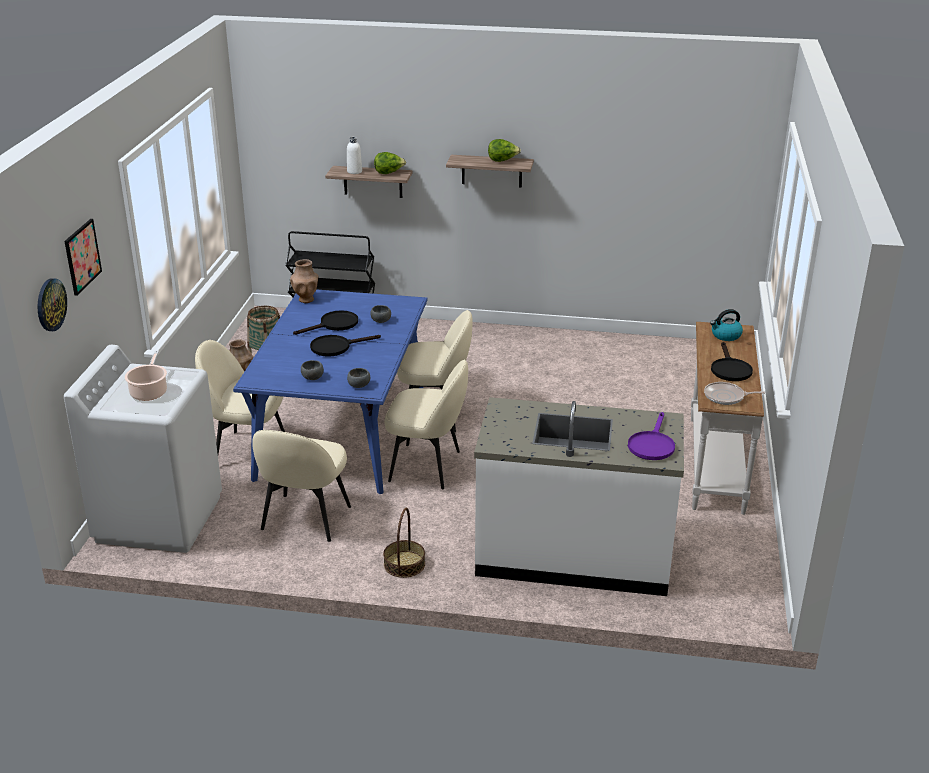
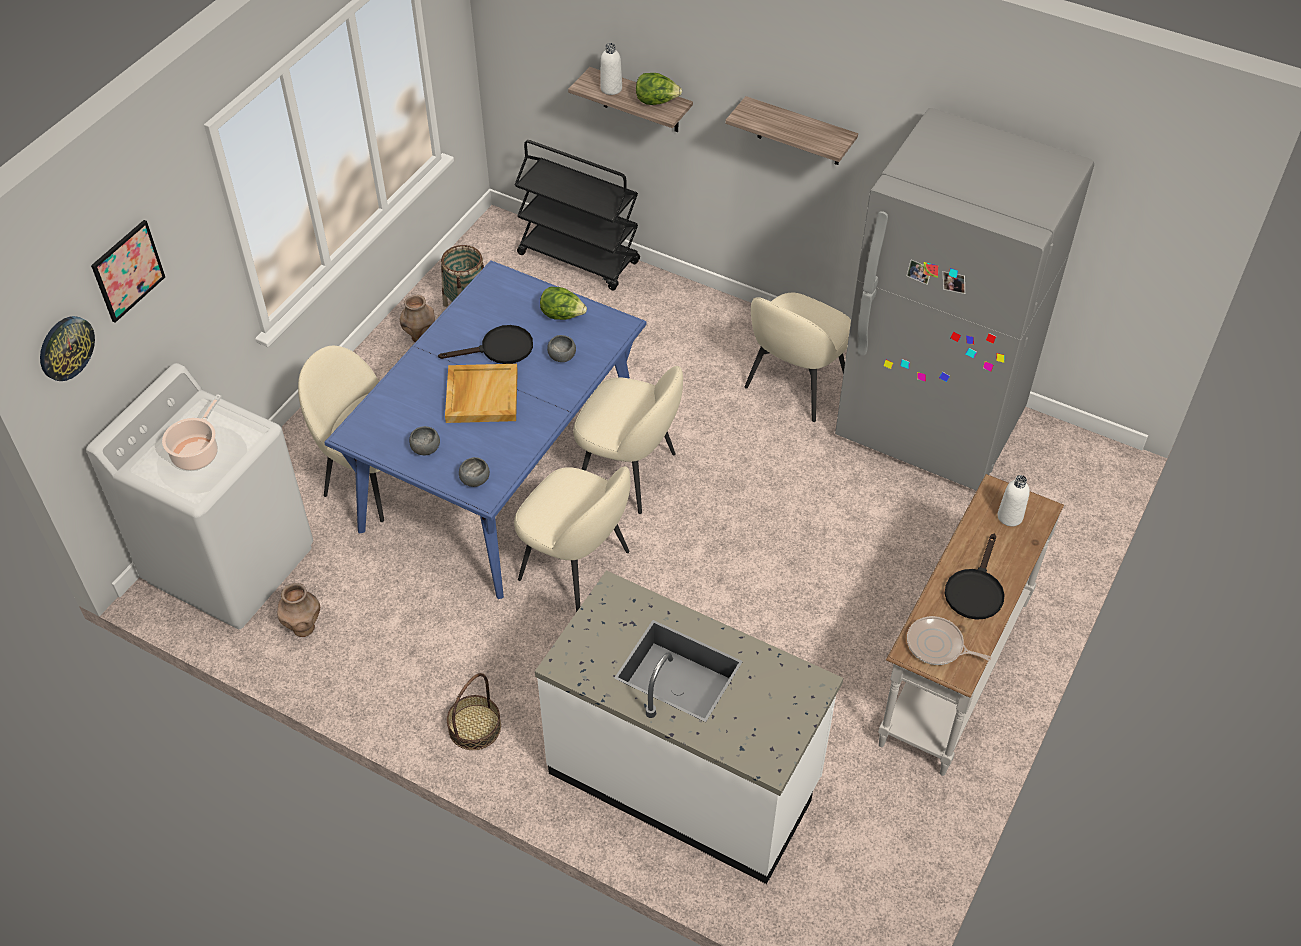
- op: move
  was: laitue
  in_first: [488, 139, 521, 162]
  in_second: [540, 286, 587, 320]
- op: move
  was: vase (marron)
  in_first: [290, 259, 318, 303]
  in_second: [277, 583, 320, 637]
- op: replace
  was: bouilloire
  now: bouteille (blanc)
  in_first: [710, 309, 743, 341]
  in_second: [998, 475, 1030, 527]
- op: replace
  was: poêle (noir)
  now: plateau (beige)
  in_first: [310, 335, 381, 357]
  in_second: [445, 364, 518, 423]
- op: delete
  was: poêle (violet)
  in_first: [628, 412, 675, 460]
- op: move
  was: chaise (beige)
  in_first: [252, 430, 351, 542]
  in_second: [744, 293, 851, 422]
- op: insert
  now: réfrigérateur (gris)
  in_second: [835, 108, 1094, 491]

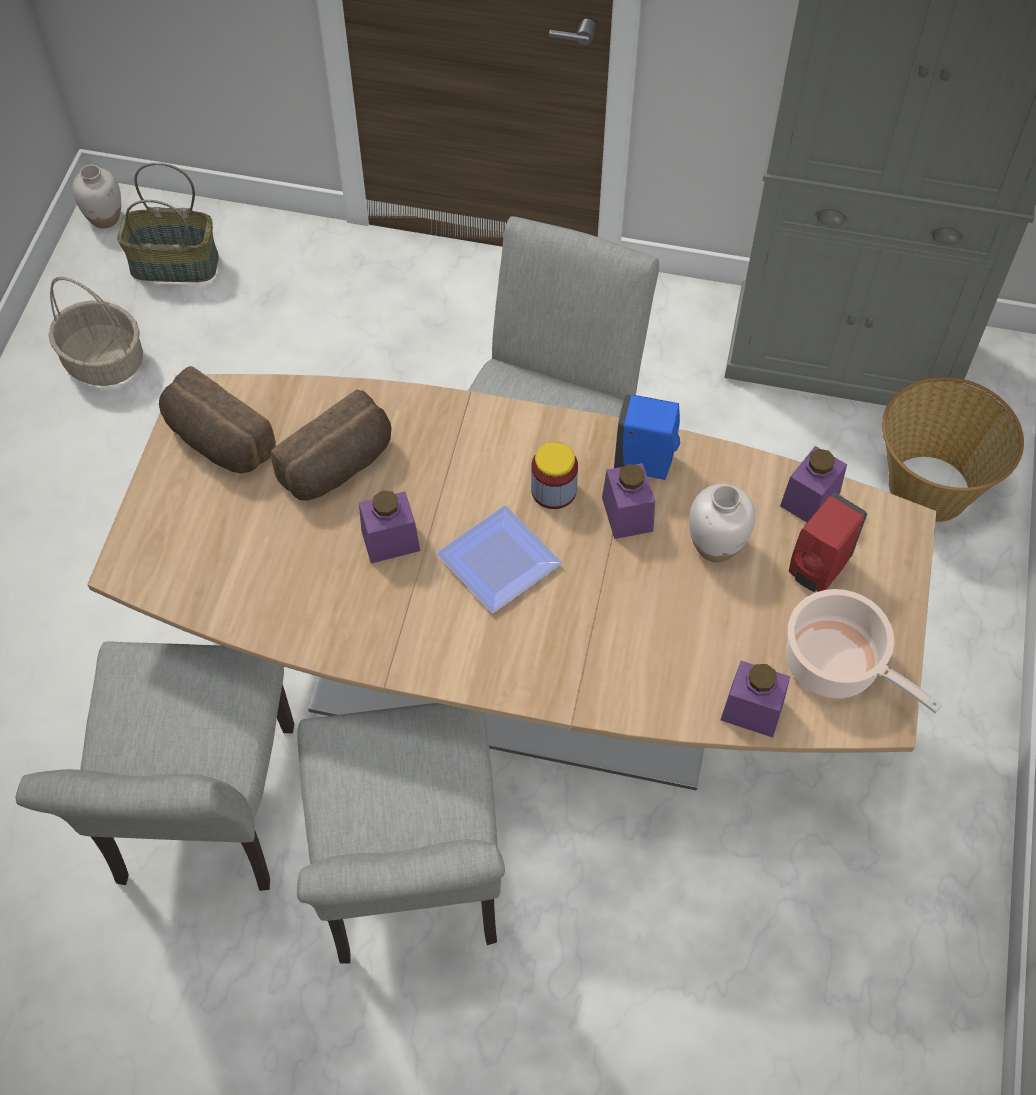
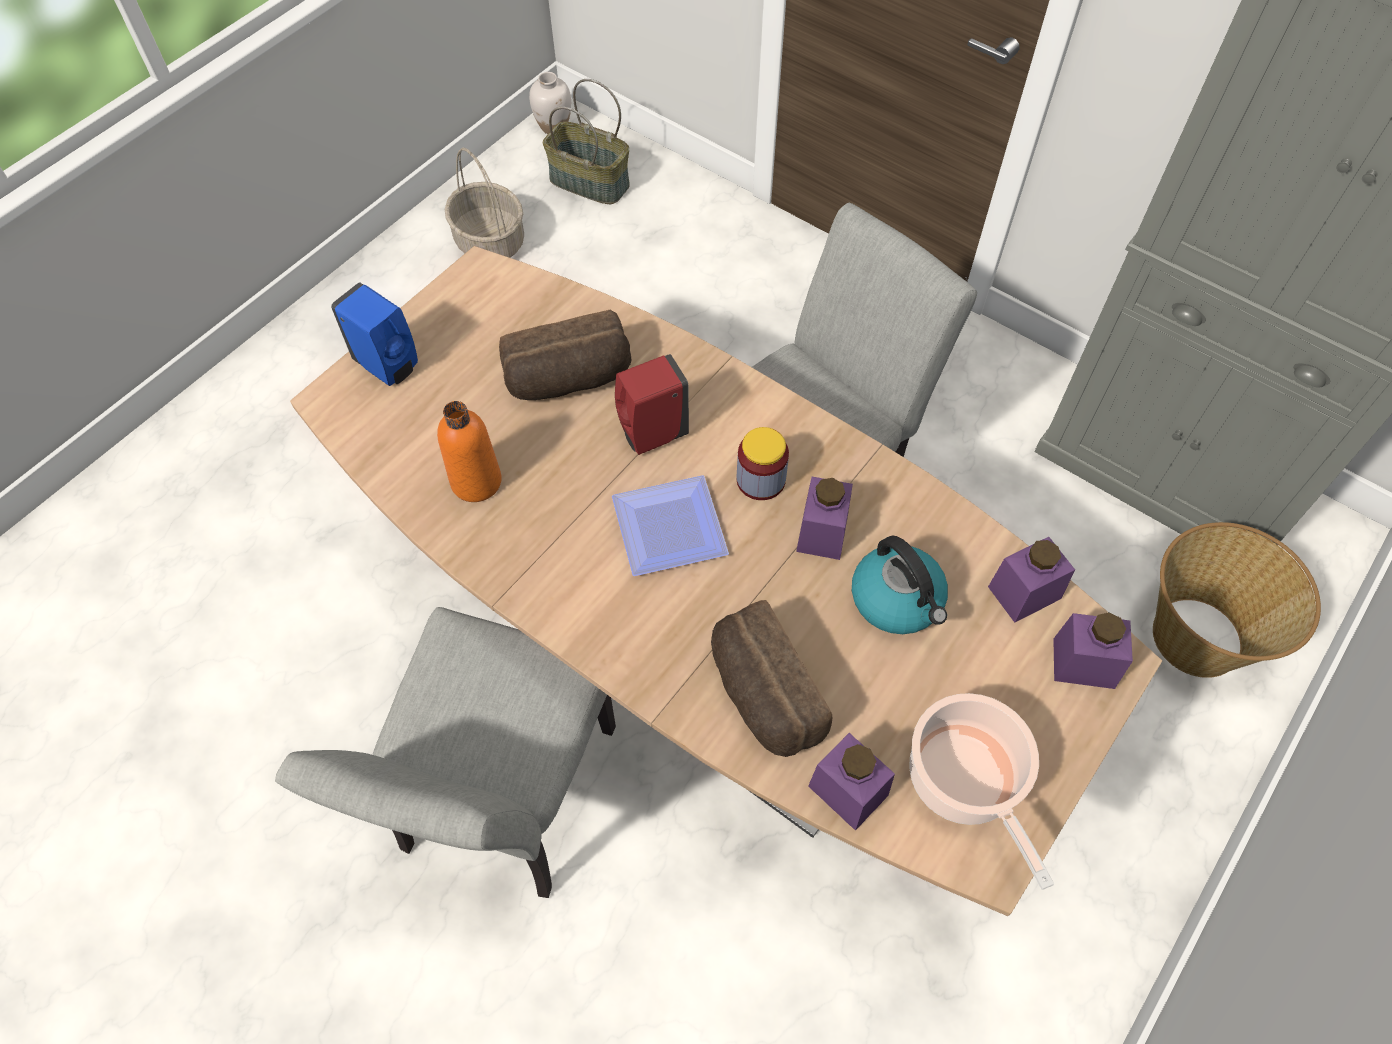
- op: move
  was: pain
  in_first: [159, 366, 276, 473]
  in_second: [711, 600, 832, 757]
- op: move
  was: distributeur de savon (bleu)
  in_first: [614, 394, 680, 480]
  in_second: [331, 283, 418, 386]
- op: replace
  was: vase (blanc)
  now: bouilloire
  in_first: [689, 484, 755, 563]
  in_second: [852, 535, 948, 634]
- op: move
  was: bocal (violet)
  in_first: [359, 491, 420, 563]
  in_second: [1053, 612, 1133, 689]
- op: move
  was: distributeur de savon (rouge)
  in_first: [789, 493, 867, 592]
  in_second: [615, 354, 689, 455]
- op: delete
  was: chaise (gris)
  in_first: [16, 641, 294, 891]
- op: insert
  now: bouteille (orange)
  in_second: [437, 401, 502, 502]

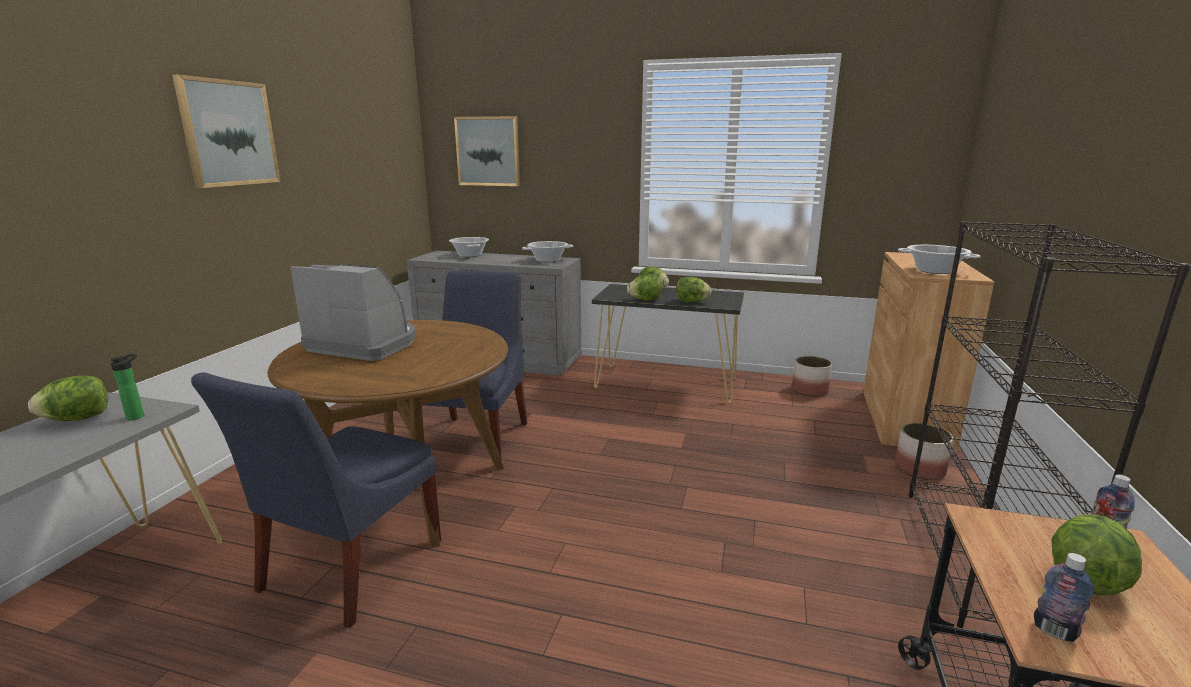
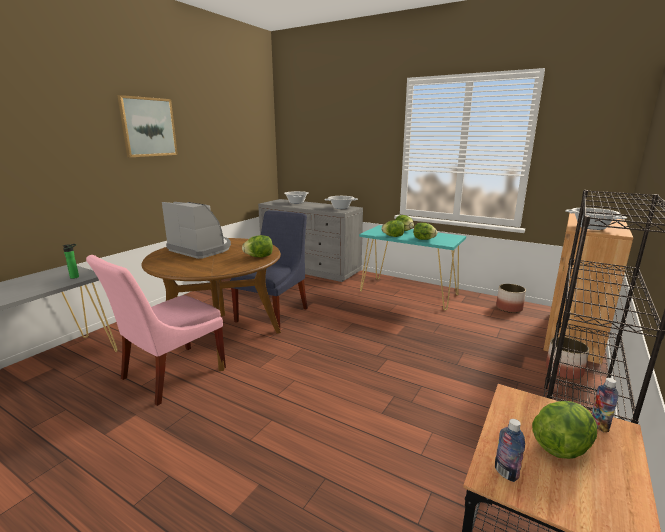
- op: delete
  was: tableau
  in_first: [454, 116, 520, 186]
- op: recolor
  was: table console (noir)
  now: table console (turquoise)
  in_first: [592, 284, 744, 403]
  in_second: [359, 225, 466, 310]
- op: recolor
  was: chaise (bleu)
  now: chaise (rose)
  in_first: [191, 372, 441, 628]
  in_second: [86, 255, 226, 406]
- op: move
  was: laitue
  in_first: [28, 375, 108, 421]
  in_second: [242, 235, 273, 257]

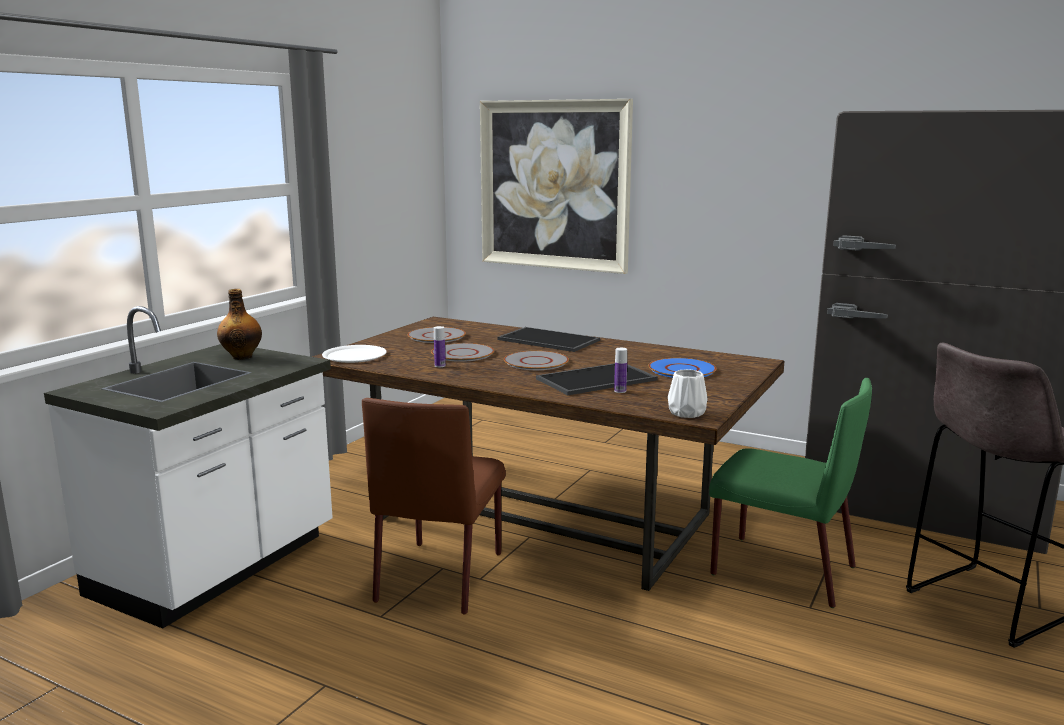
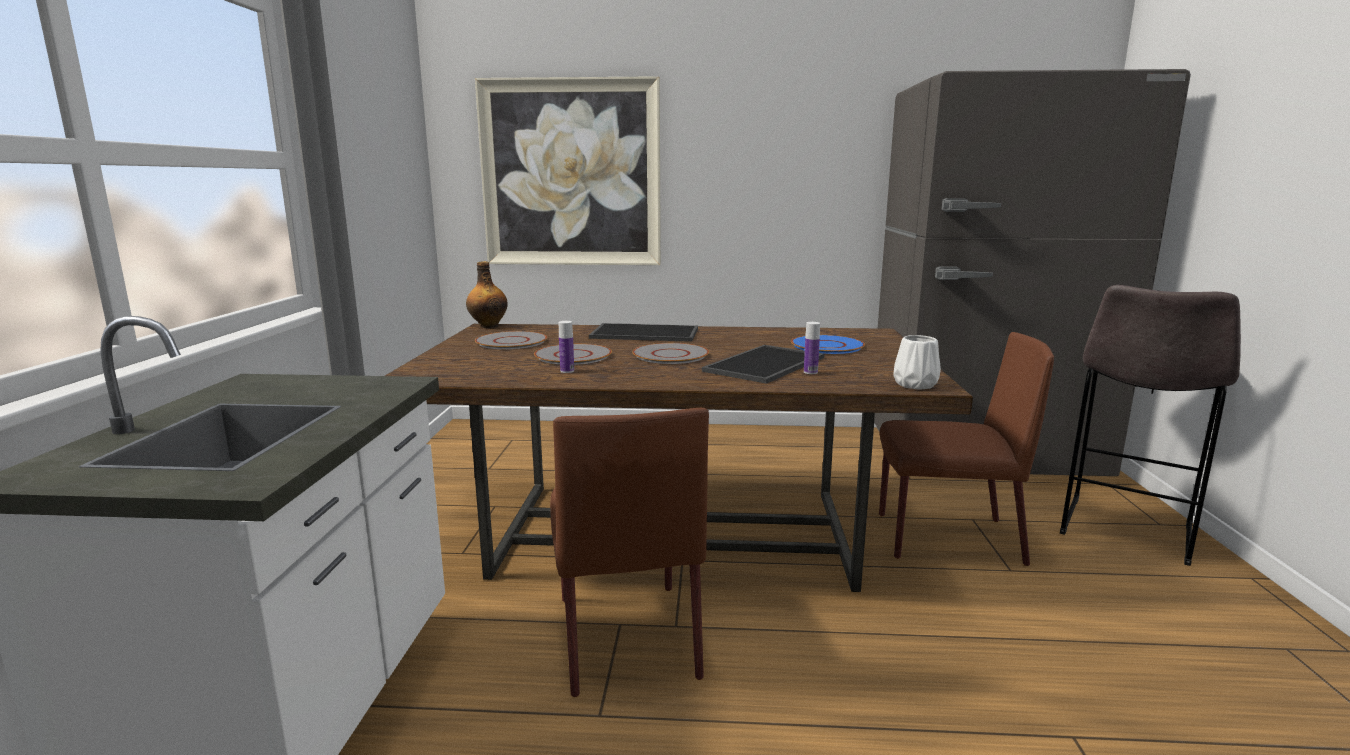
- op: move
  was: bouteille
  in_first: [217, 289, 262, 360]
  in_second: [466, 261, 508, 328]
- op: delete
  was: assiette (blanc)
  in_first: [322, 345, 387, 363]
- op: recolor
  was: chaise (vert)
  now: chaise (marron)
  in_first: [709, 378, 872, 608]
  in_second: [879, 332, 1054, 566]

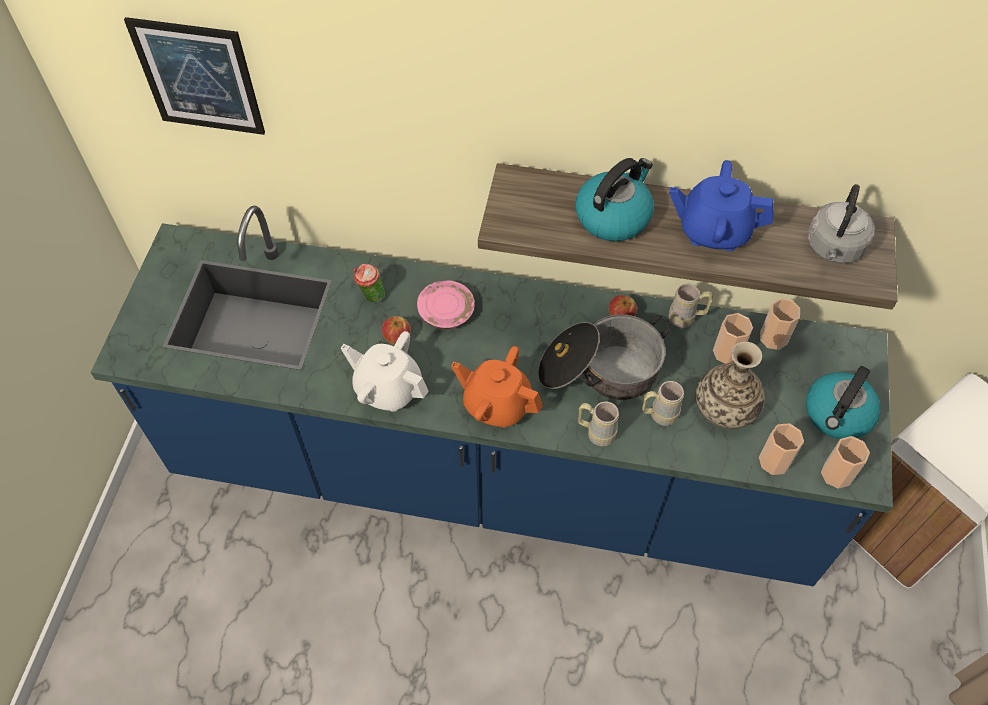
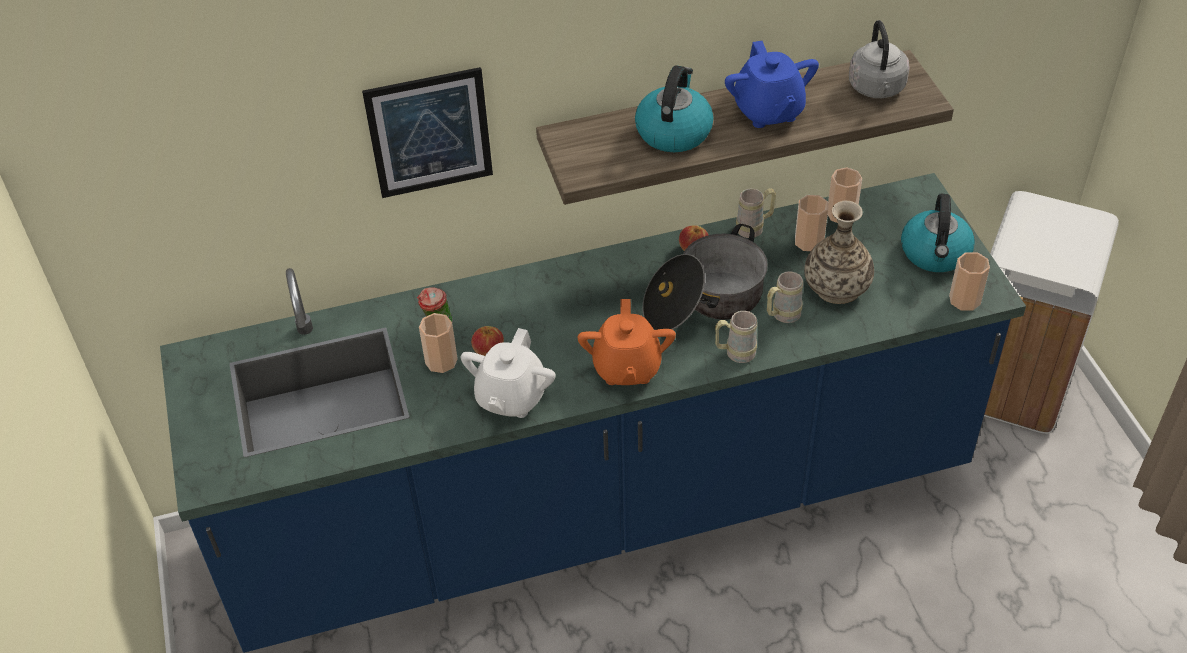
- op: move
  was: tableau
  in_first: [124, 17, 265, 135]
  in_second: [362, 67, 493, 198]
- op: rotate
  was: théière (bleu)
  in_first: [669, 160, 774, 251]
  in_second: [725, 41, 819, 128]
  clockwise: -90
- op: delete
  was: assiette (rose)
  in_first: [417, 280, 475, 329]
- op: rotate
  was: théière (blanc)
  in_first: [341, 331, 429, 412]
  in_second: [461, 328, 555, 418]
  clockwise: -75
- op: rotate
  was: théière (orange)
  in_first: [451, 346, 543, 428]
  in_second: [577, 299, 676, 385]
  clockwise: -90
- op: move
  was: tasse
  in_first: [759, 423, 804, 475]
  in_second: [419, 313, 458, 373]

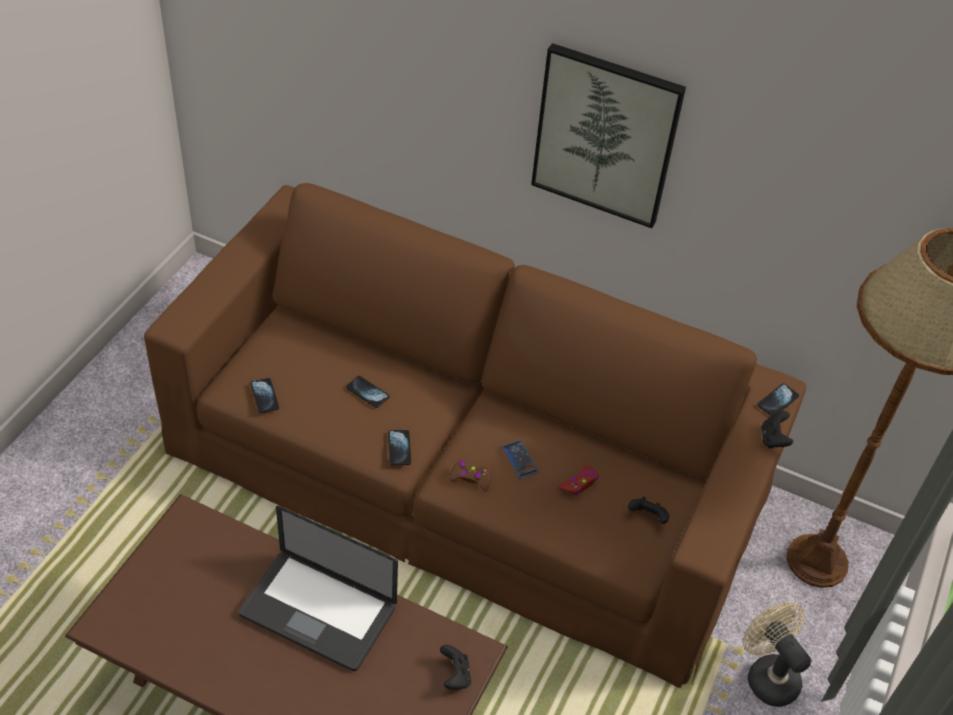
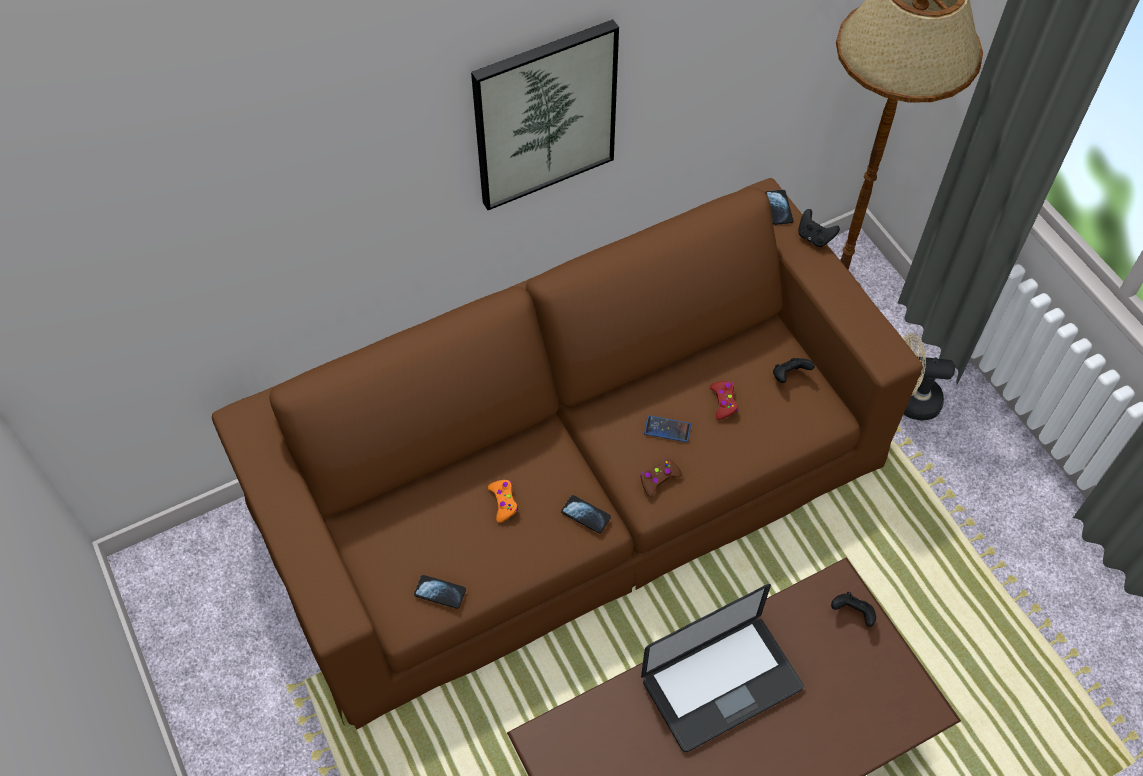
- op: replace
  was: téléphone
  now: manette (orange)
  in_first: [346, 376, 389, 408]
  in_second: [488, 480, 518, 523]

